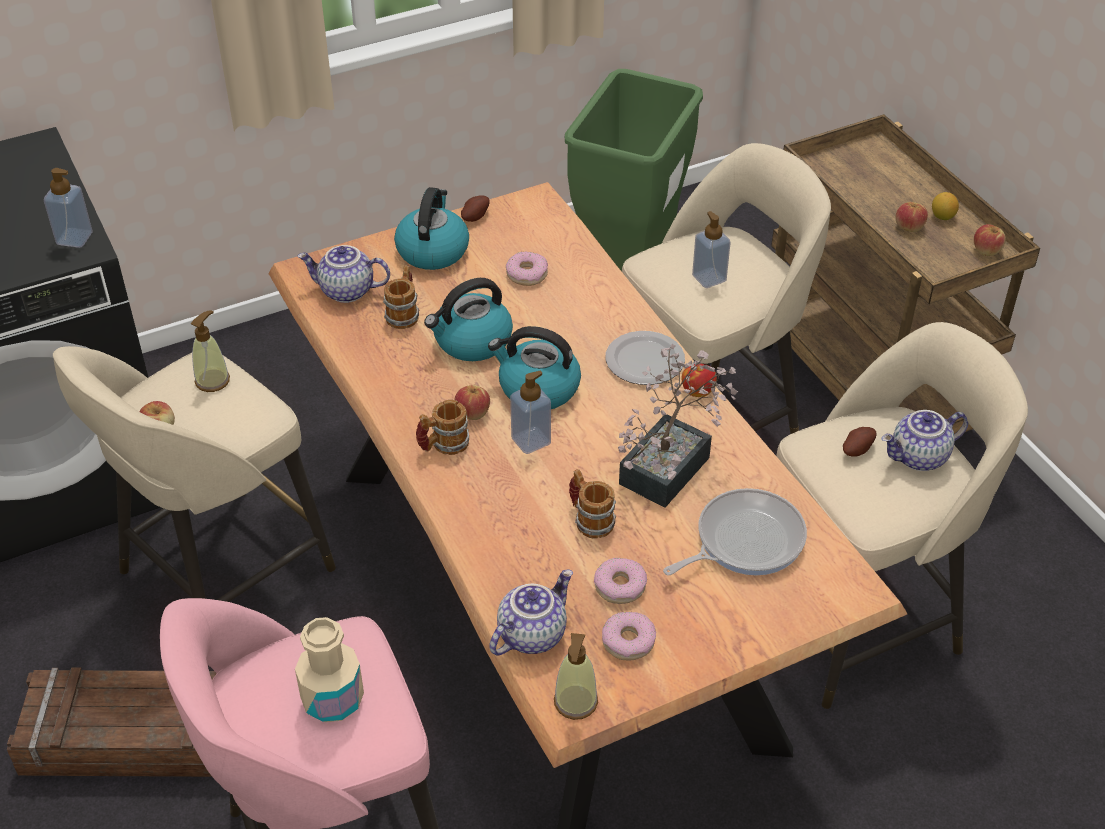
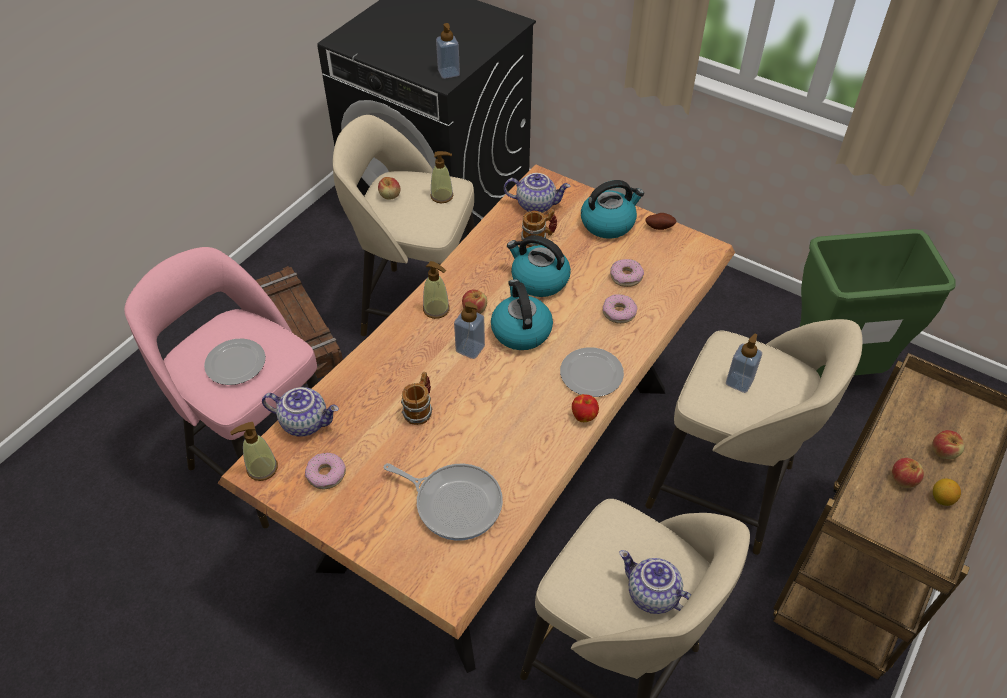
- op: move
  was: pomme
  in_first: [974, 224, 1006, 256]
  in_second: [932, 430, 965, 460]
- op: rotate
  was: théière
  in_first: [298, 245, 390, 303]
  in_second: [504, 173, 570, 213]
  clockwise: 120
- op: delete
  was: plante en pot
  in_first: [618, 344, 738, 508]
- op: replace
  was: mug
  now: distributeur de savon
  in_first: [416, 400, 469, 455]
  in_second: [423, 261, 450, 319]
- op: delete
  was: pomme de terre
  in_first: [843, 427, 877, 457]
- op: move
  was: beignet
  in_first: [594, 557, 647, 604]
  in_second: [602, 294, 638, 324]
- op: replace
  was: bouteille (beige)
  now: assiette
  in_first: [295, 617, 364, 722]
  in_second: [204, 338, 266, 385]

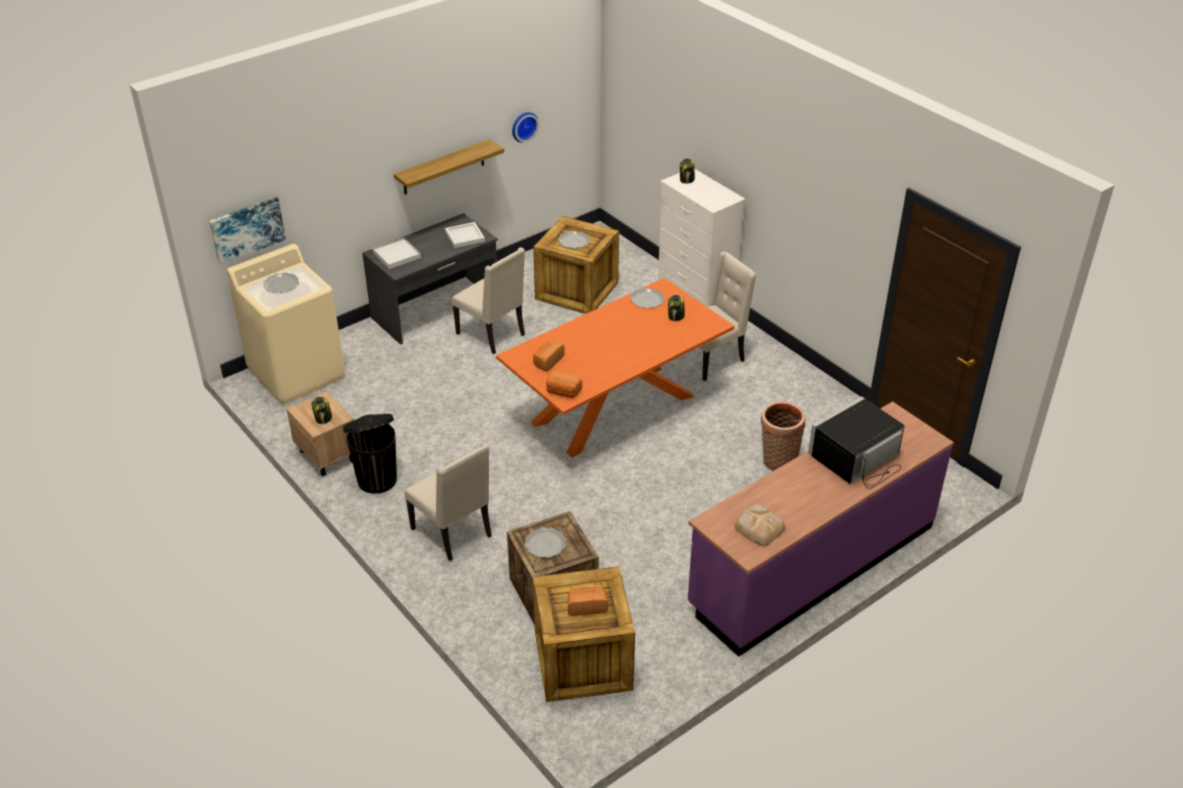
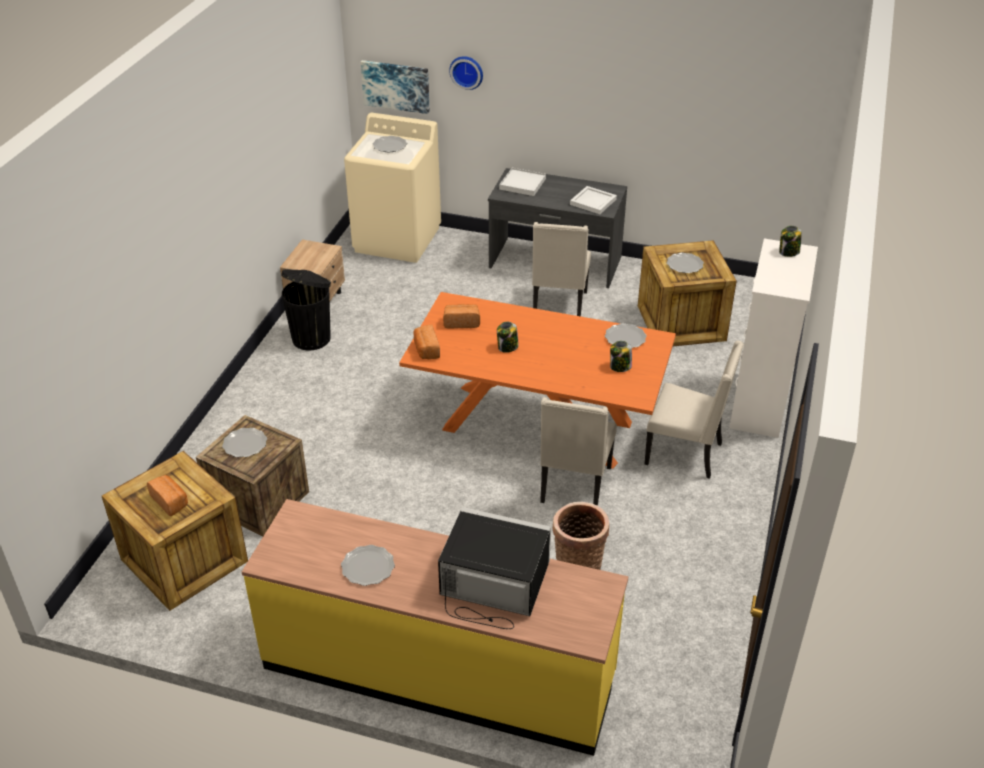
- op: move
  was: horloge murale
  in_first: [512, 112, 539, 143]
  in_second: [449, 56, 483, 90]
- op: delete
  was: étagère
  in_first: [394, 139, 504, 194]
- op: move
  was: bocal
  in_first: [312, 397, 332, 424]
  in_second: [497, 322, 519, 353]
- op: recolor
  was: comptoir de cuisine (violet)
  now: comptoir de cuisine (jaune)
  in_first: [688, 401, 954, 657]
  in_second: [242, 499, 628, 756]
- op: move
  was: chaise (beige)
  in_first: [404, 443, 492, 561]
  in_second: [540, 397, 617, 506]
- op: delete
  was: pain
  in_first: [735, 504, 786, 546]
- op: insert
  now: assiette
  in_second: [341, 545, 395, 586]

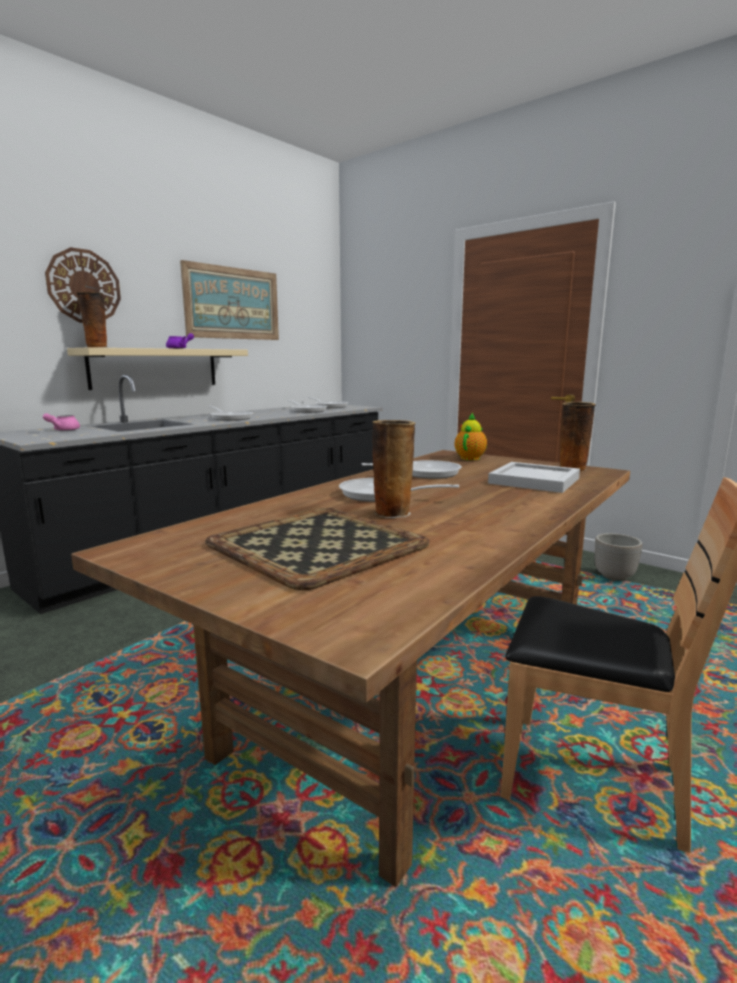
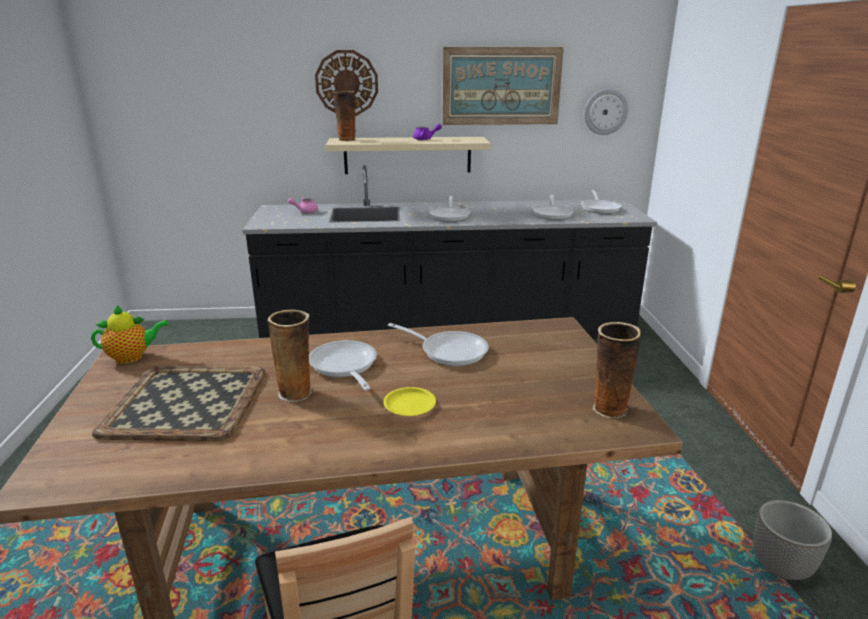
- op: move
  was: théière
  in_first: [454, 413, 487, 460]
  in_second: [91, 305, 169, 364]
- op: delete
  was: plateau (blanc)
  in_first: [488, 462, 580, 493]
- op: insert
  now: horloge murale
  in_second: [584, 89, 628, 135]
- op: insert
  now: assiette (jaune)
  in_second: [383, 387, 436, 416]

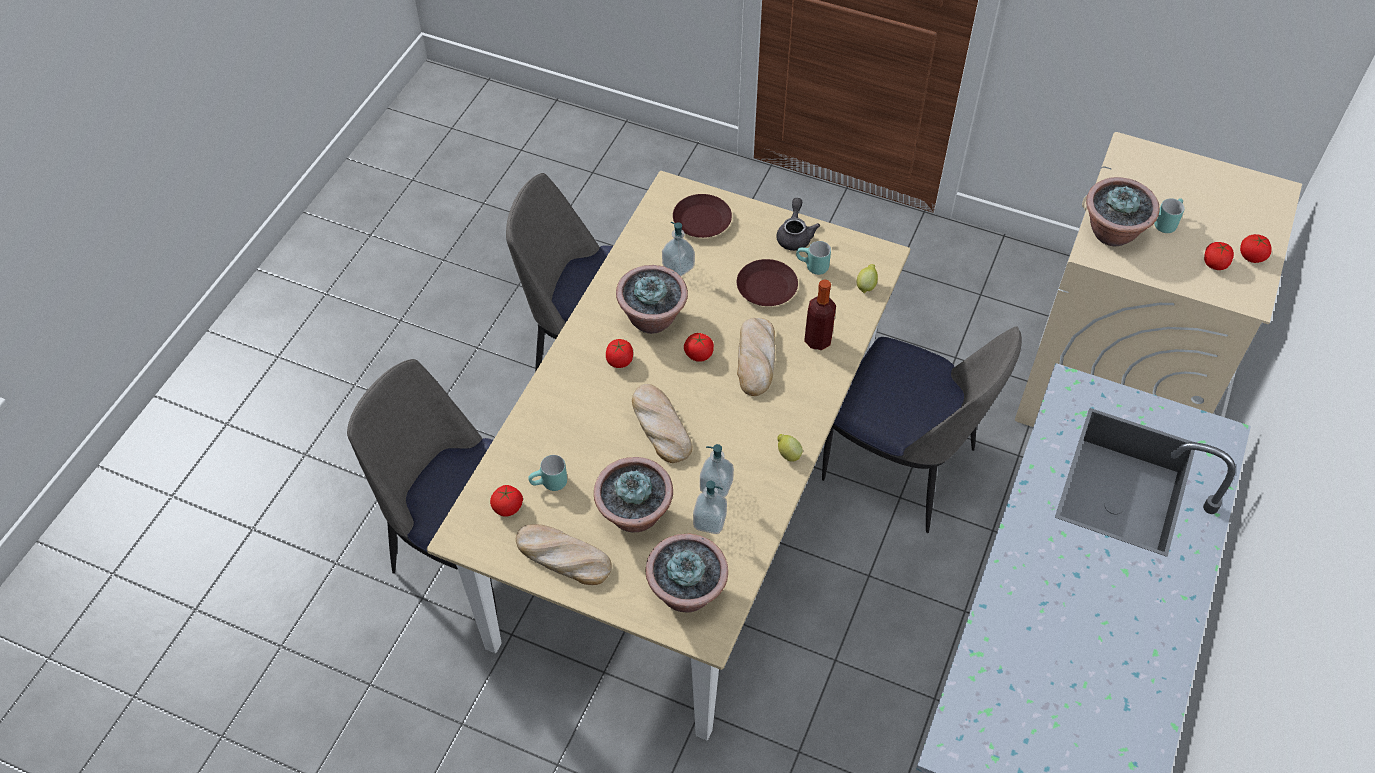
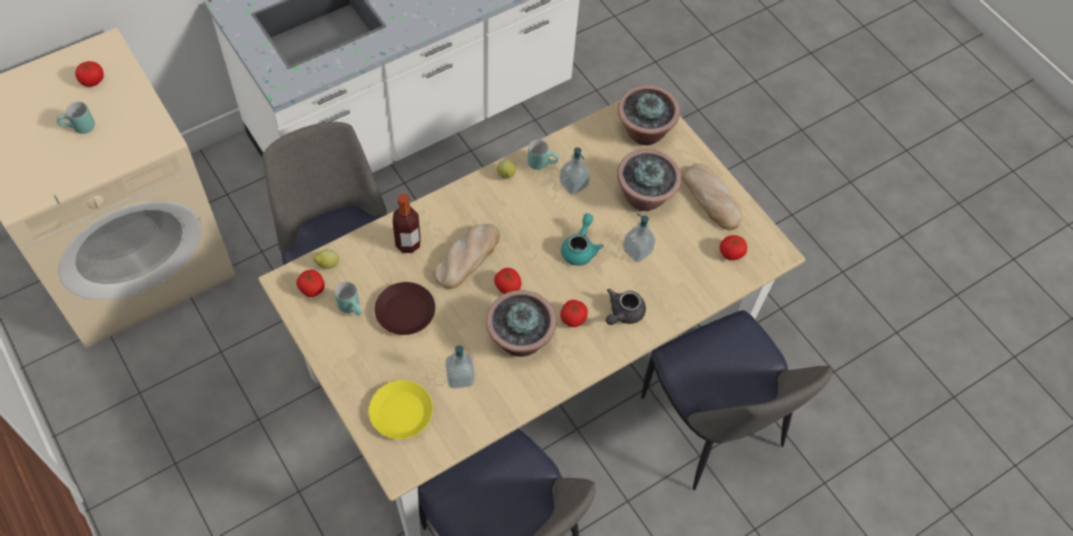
- op: delete
  was: plante en pot
  in_first: [1086, 177, 1160, 246]
- op: recolor
  was: assiette (marron)
  now: assiette (jaune)
  in_first: [673, 194, 732, 238]
  in_second: [369, 380, 433, 439]
- op: move
  was: théière (gris)
  in_first: [776, 198, 820, 251]
  in_second: [606, 289, 646, 325]
- op: move
  was: tomate
  in_first: [1240, 234, 1272, 263]
  in_second: [296, 270, 325, 297]
- op: replace
  was: pain
  now: théière (turquoise)
  in_first: [632, 384, 693, 463]
  in_second: [561, 213, 604, 266]
- op: move
  was: mug (turquoise)
  in_first: [528, 455, 567, 491]
  in_second: [528, 140, 559, 170]
- op: move
  was: distributeur de savon
  in_first: [693, 481, 727, 534]
  in_second: [623, 214, 656, 262]

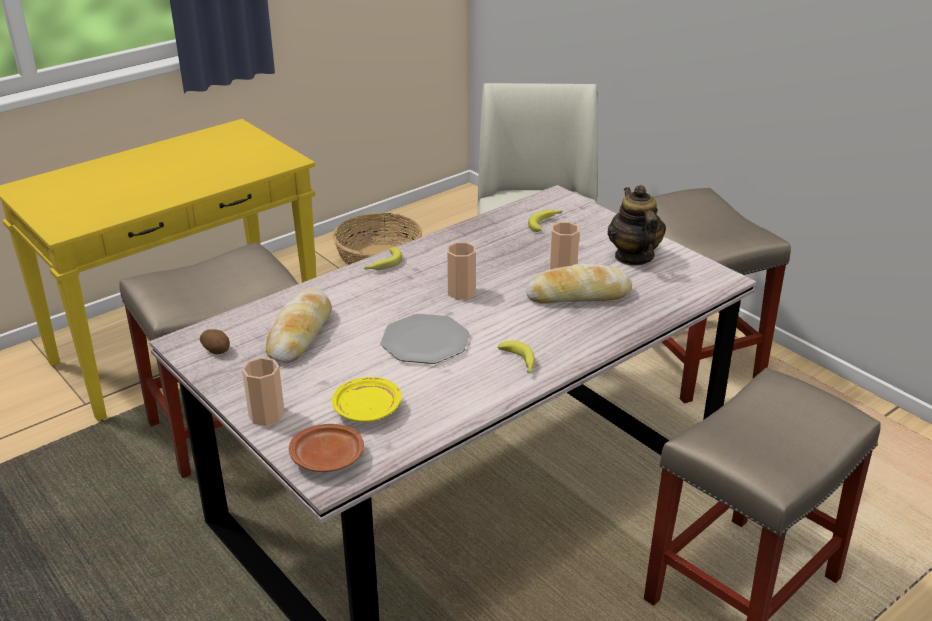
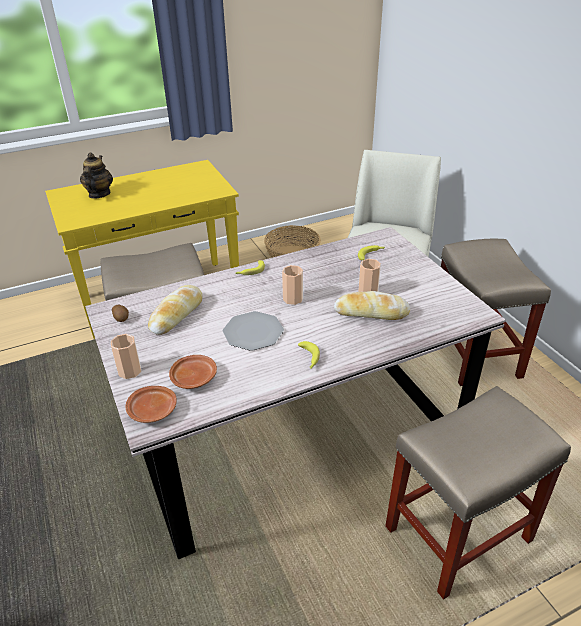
- op: move
  was: théière
  in_first: [608, 185, 666, 266]
  in_second: [80, 153, 113, 199]
- op: recolor
  was: assiette (jaune)
  now: assiette (marron)
  in_first: [332, 377, 402, 422]
  in_second: [169, 355, 217, 389]

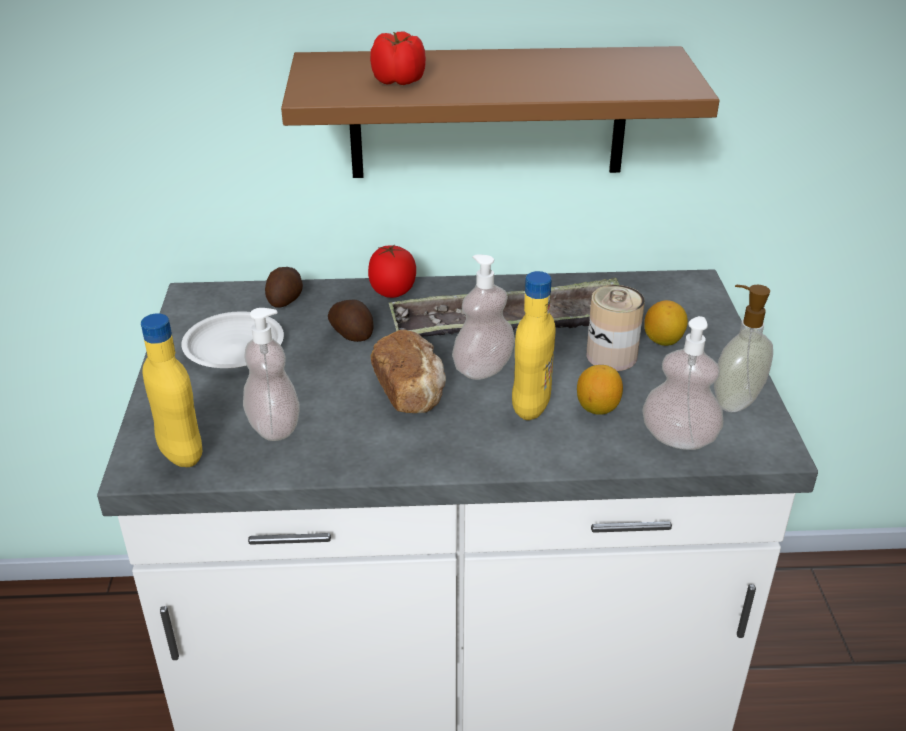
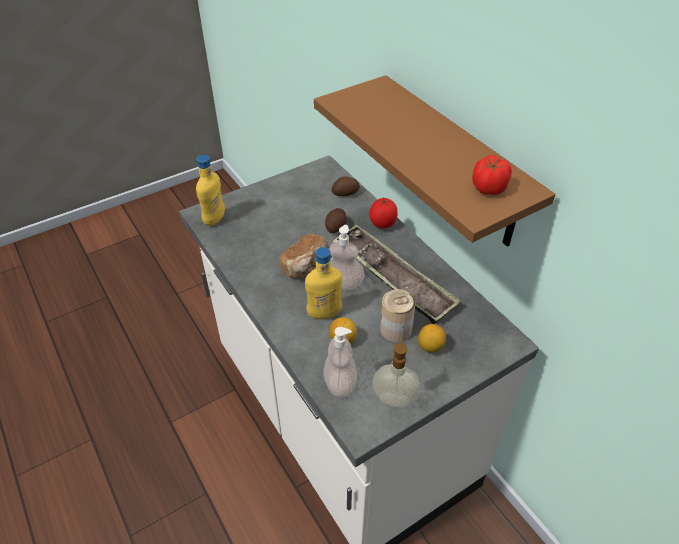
- op: move
  was: tomate
  in_first: [370, 32, 426, 85]
  in_second: [472, 155, 512, 195]
- op: delete
  was: distributeur de savon
  in_first: [243, 308, 300, 441]
- op: delete
  was: assiette (blanc)
  in_first: [181, 311, 284, 368]

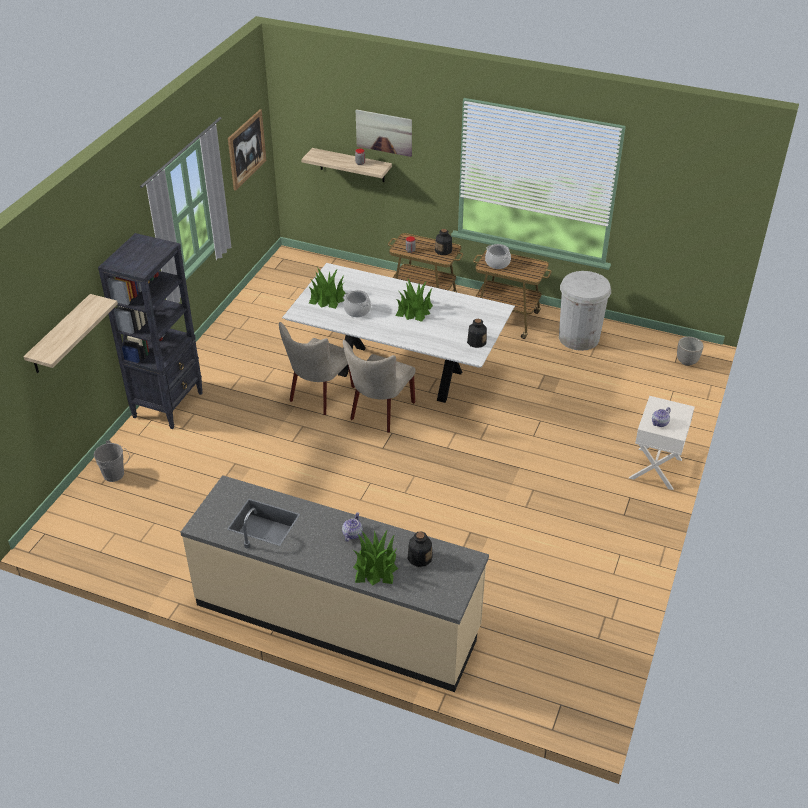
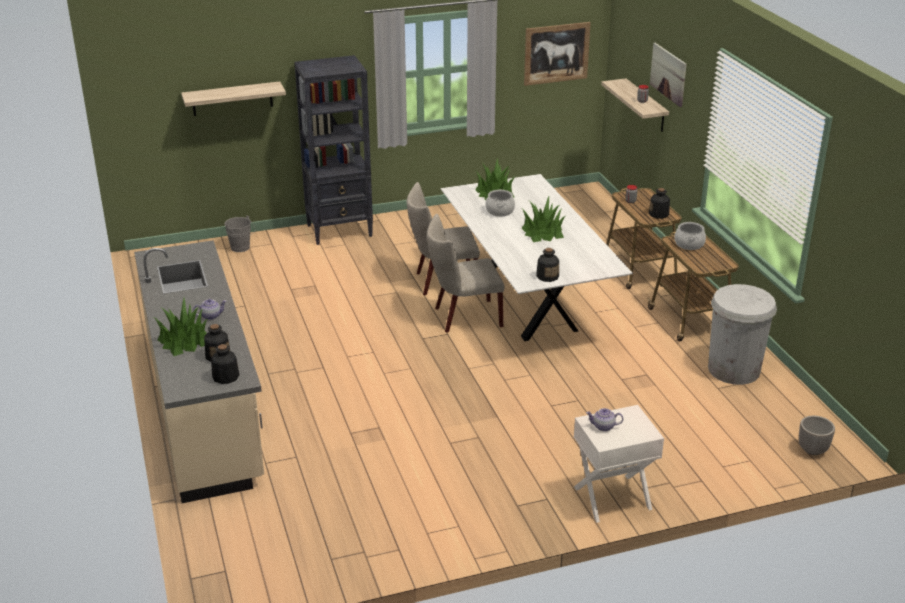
- op: insert
  now: bouteille
  in_second: [211, 344, 239, 384]

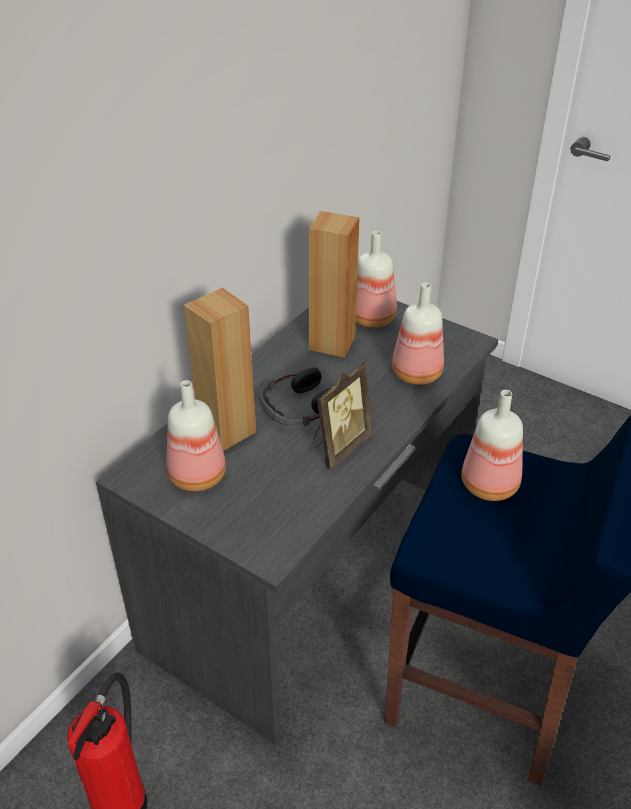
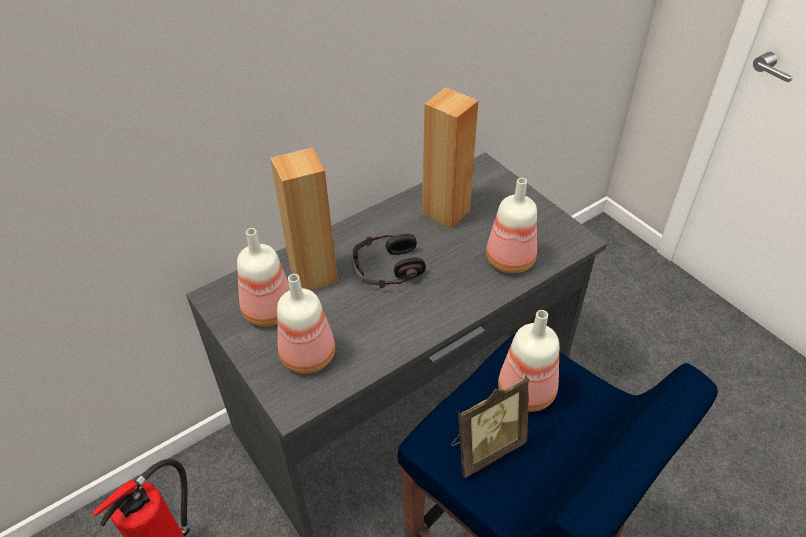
- op: move
  was: bouteille
  in_first: [356, 231, 397, 328]
  in_second: [277, 274, 335, 374]
- op: move
  was: cadre photo
  in_first: [309, 362, 373, 469]
  in_second: [451, 376, 529, 478]

